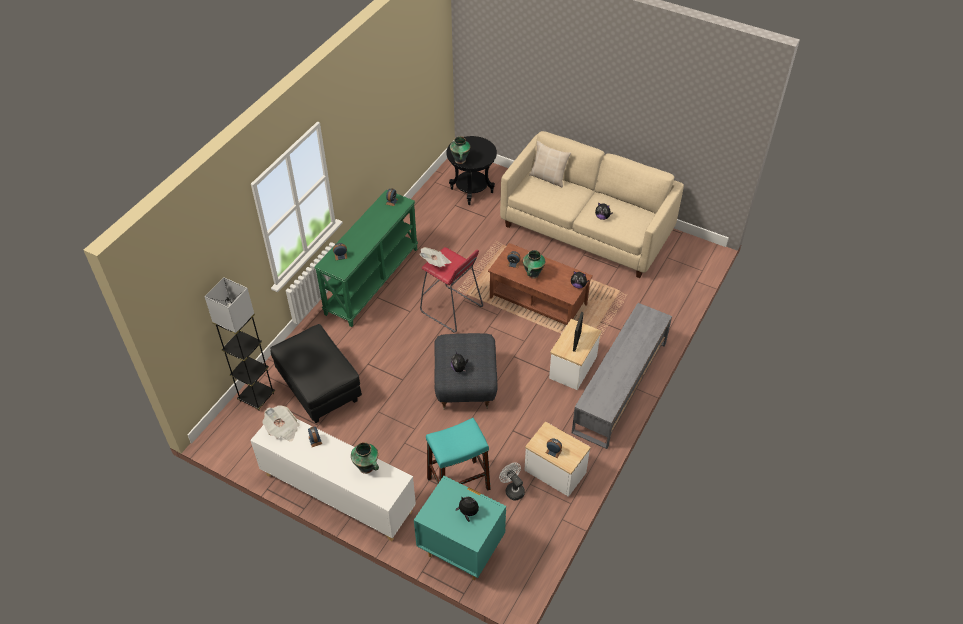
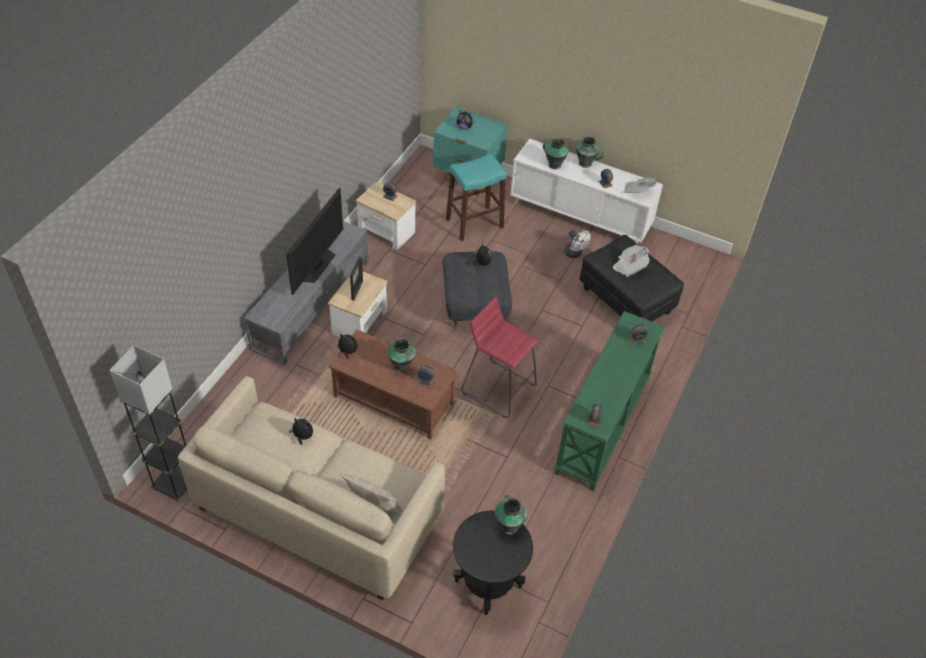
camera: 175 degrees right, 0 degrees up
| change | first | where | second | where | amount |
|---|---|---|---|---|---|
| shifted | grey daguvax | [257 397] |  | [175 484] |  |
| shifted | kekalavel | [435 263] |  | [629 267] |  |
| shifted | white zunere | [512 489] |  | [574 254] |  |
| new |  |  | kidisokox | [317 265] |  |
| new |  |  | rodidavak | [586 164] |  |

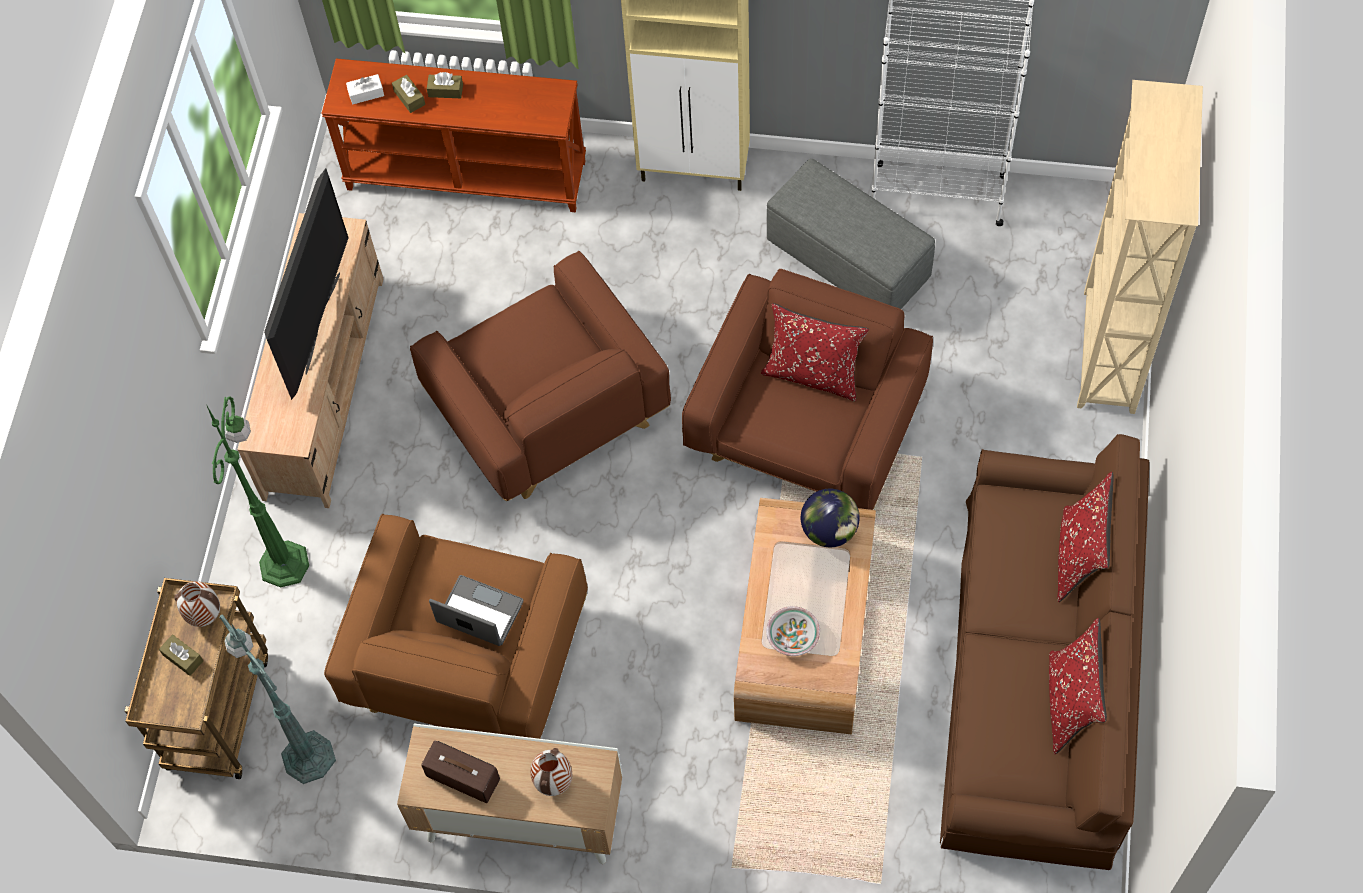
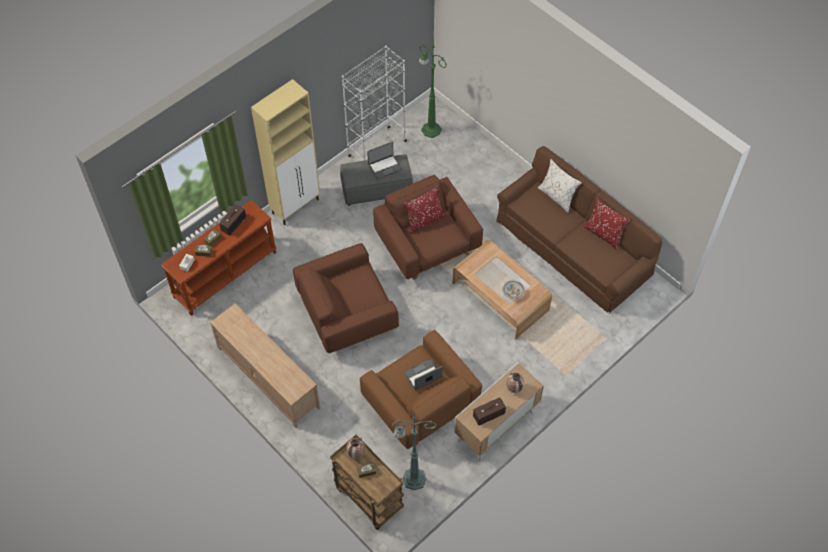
camera: 55 degrees left, 5 degrees down
| change | first | where | second | where | amount |
|---|---|---|---|---|---|
| shifted | green daguvax | [285 561] |  | [430 129] |  |
| gone | kidisokox | [321 322] |  |  |  |
| rotated | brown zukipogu | [548 408] |  | [347 313] | 150 degrees clockwise |
| gone | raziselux | [829 530] |  |  |  |
| repainted | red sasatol | [1079 556] | white sasatol | [557 196] |  |
| gone | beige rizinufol | [1107 352] |  |  |  |
| new |  |  | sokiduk | [233 223] |  |
| new |  |  | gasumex | [384 167] |  |

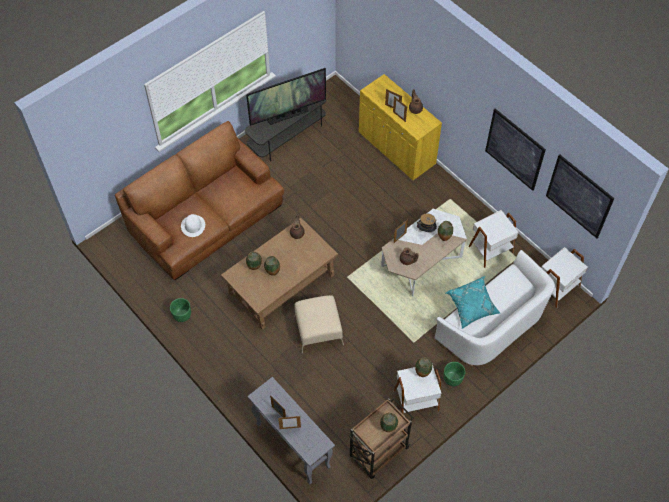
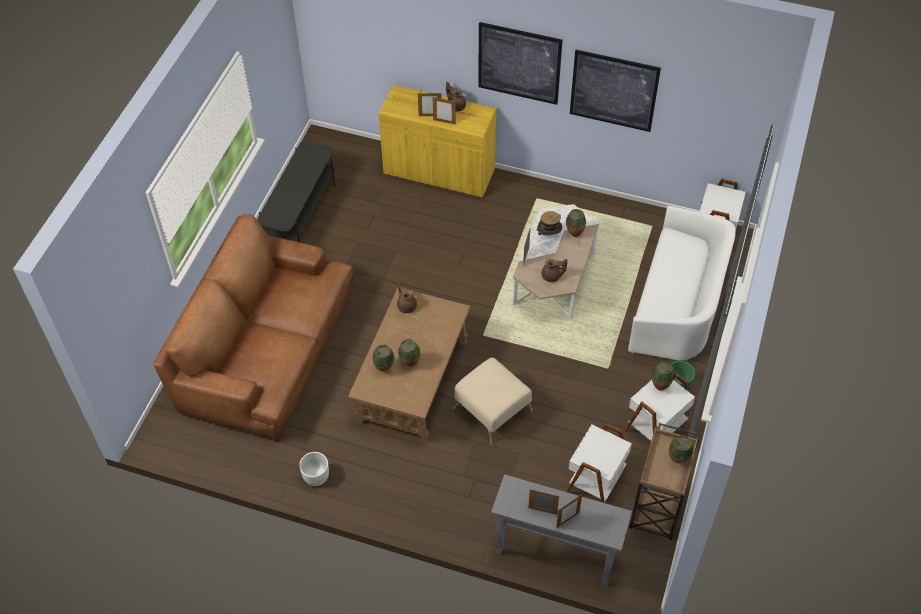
camera: 30 degrees left, 5 degrees down
| change | first | where | second | where | amount |
|---|---|---|---|---|---|
| repainted | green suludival | [182 315] | white suludival | [316 476] |  |
| gone | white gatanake | [193 226] |  |  |  |
| gone | kidisokox | [287 115] |  |  |  |
| gone | turquoise sasatol | [472 307] |  |  |  |
| shifted | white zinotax | [490 249] |  | [595 481] |  |
| shifted | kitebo | [579 196] |  | [519 63] |  |

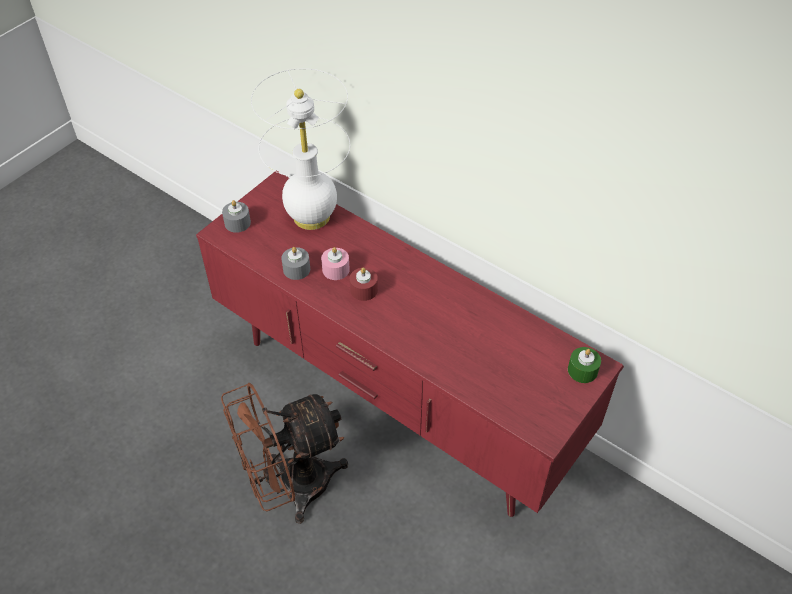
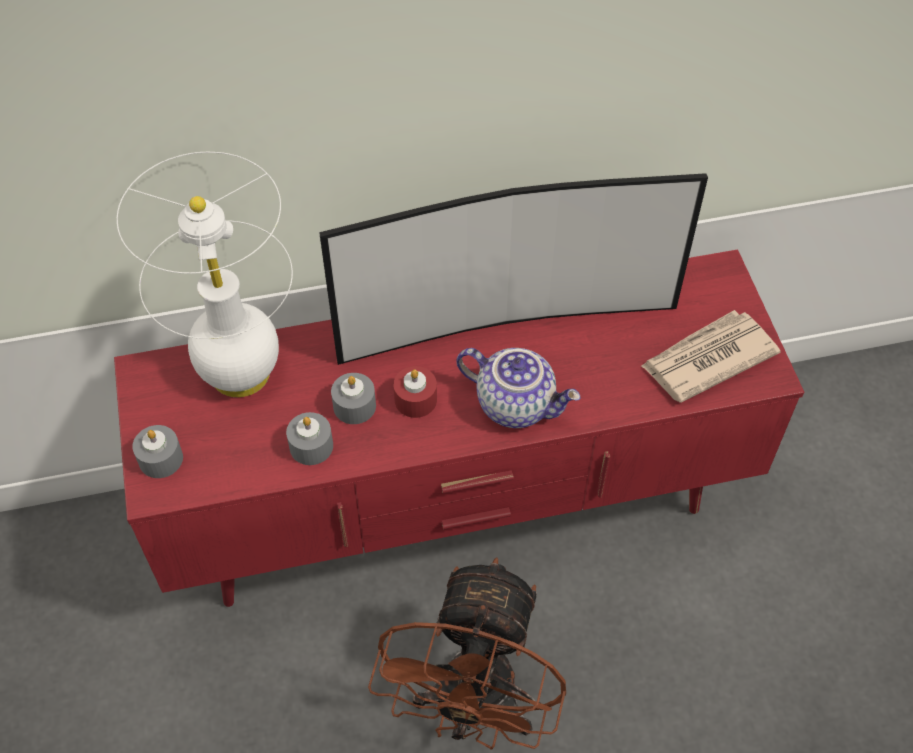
camera: 50 degrees left, 5 degrees up
| change | first | where | second | where | amount |
|---|---|---|---|---|---|
| repainted | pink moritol | [336 269] | grey moritol | [354 406] |  |
| gone | green moritol | [582 370] |  |  |  |
| new |  |  | kidisokox | [506 323] |  |
| new |  |  | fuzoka | [517 403] |  |
| new |  |  | kekalavel | [707 359] |  |

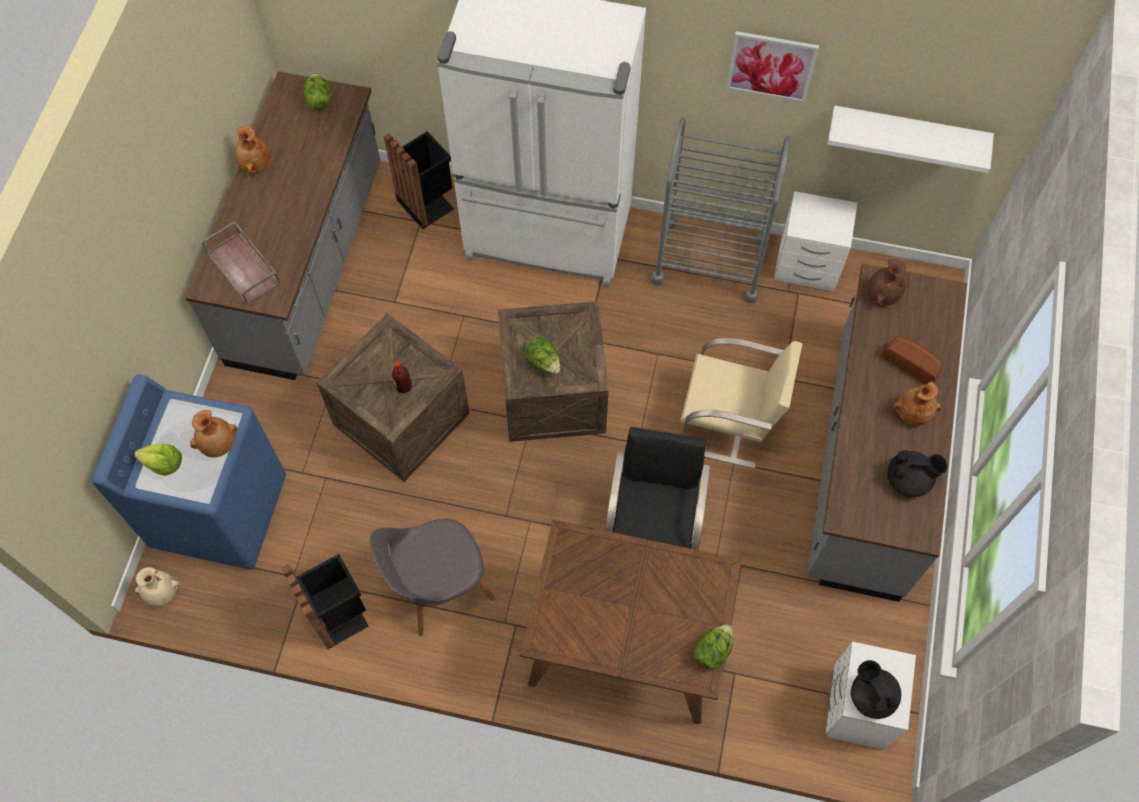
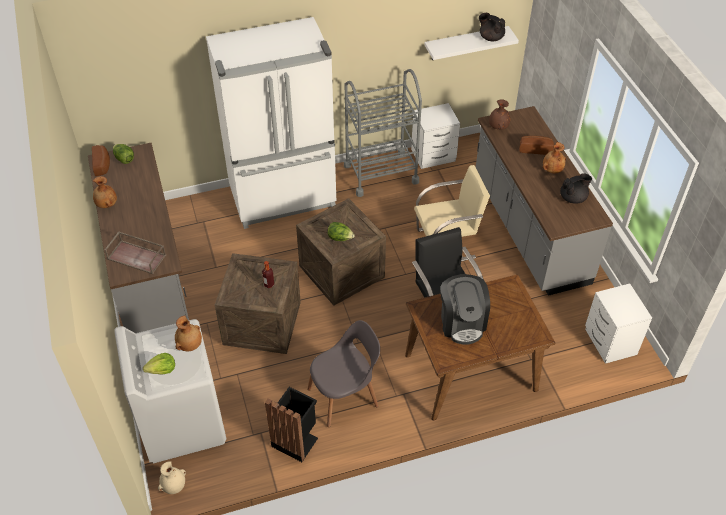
camera: 30 degrees left, 15 degrees down
| change | first | where | second | where | amount |
|---|---|---|---|---|---|
| repainted | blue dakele | [221 510] | white dakele | [182 422] |  |
| rotated | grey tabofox | [438 586] |  | [345 396] | 150 degrees counterclockwise |
| gone | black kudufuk | [427 202] |  |  |  |
| gone | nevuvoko | [712 651] |  |  |  |
| gone | kitebo | [771 66] |  |  |  |
| shifted | black fuzoka | [871 696] |  | [490 37] |  |
| new |  |  | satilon | [103 165] |  |
| new |  |  | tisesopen | [462 322] |  |

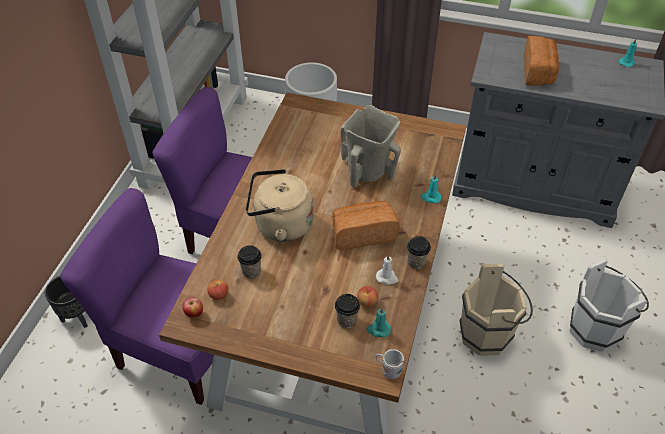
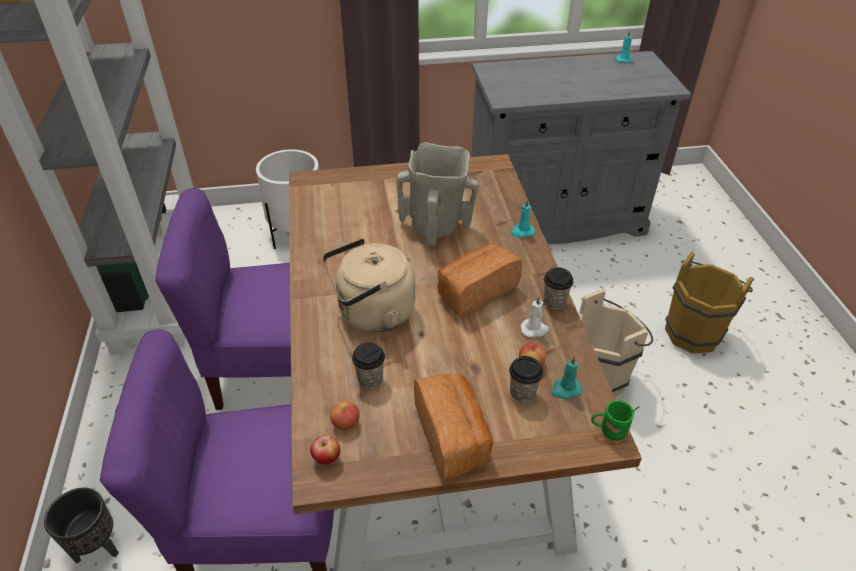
camera: 25 degrees left, 5 degrees down
| change | first | where | second | where | amount |
|---|---|---|---|---|---|
| repainted | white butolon | [388 370] | green butolon | [609 431] |  |
| shifted | satilon | [538 72] |  | [453 437] |  |
| repainted | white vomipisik | [597 328] | brown vomipisik | [694 331] |  |

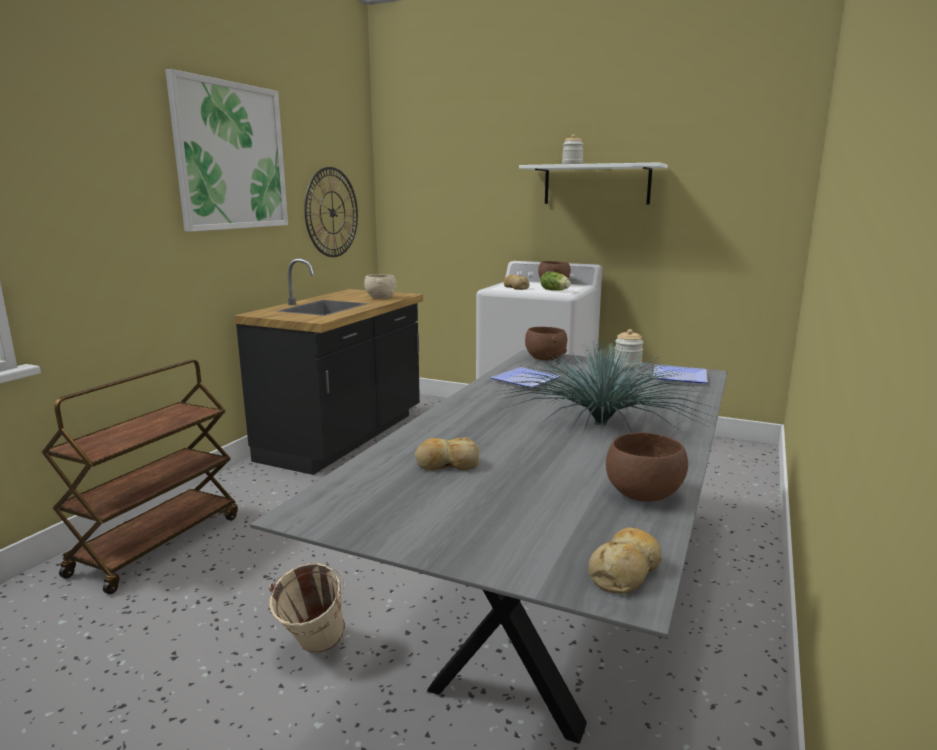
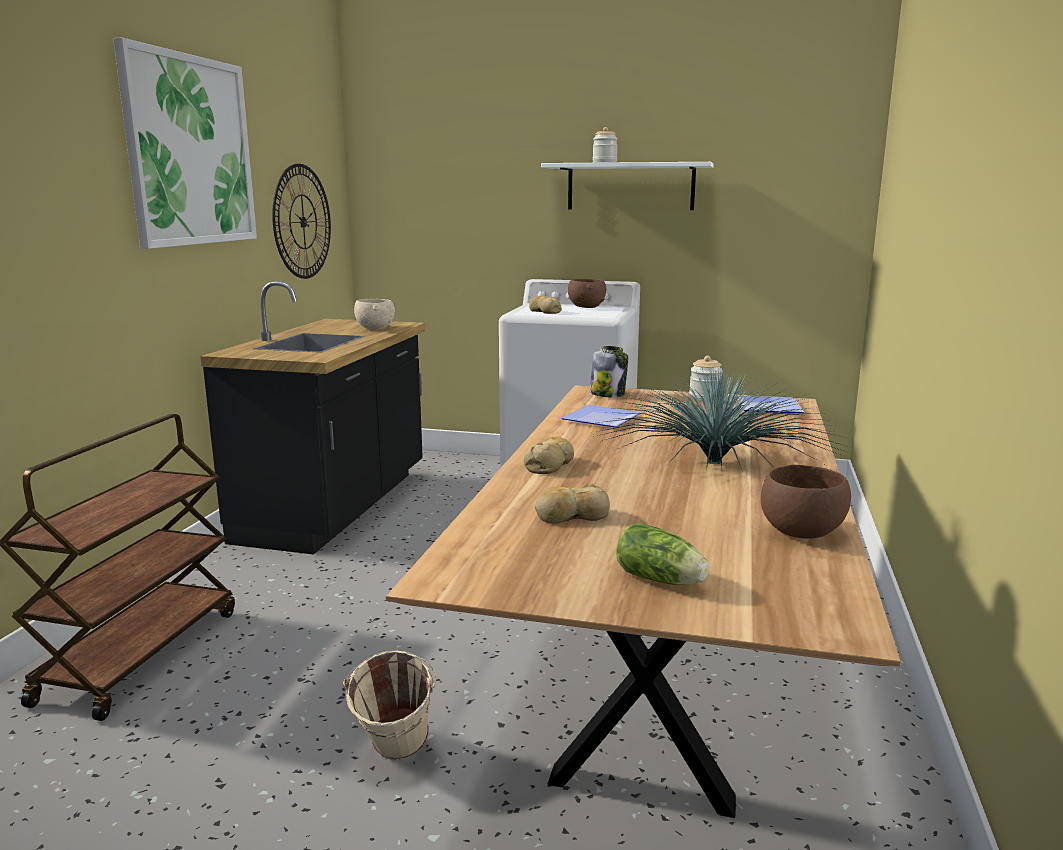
camera: 10 degrees left, 0 degrees up
| change | first | where | second | where | amount |
|---|---|---|---|---|---|
| repainted | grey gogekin | [552 611] | brown gogekin | [659 684] |  |
| swapped | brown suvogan | [545 359] | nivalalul | [608 394] |  |
| shifted | nevuvoko | [556 290] |  | [662 580] |  |
| shifted | satilon | [625 571] |  | [550 465] |  |

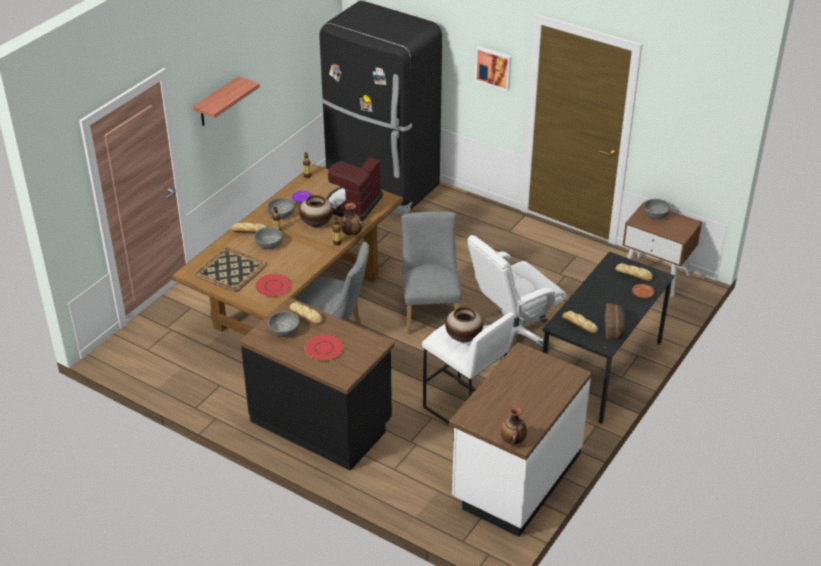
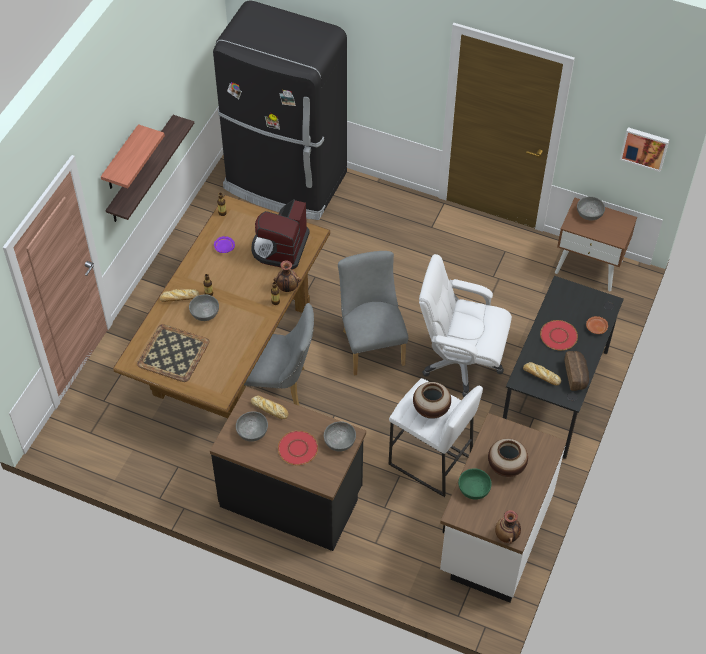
camera: 10 degrees left, 15 degrees up
| change | first | where | second | where | amount |
|---|---|---|---|---|---|
| shifted | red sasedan | [273 286] |  | [558 336] |  |
| shifted | grey suvogan | [281 214] |  | [339 441] |  |
| shifted | rodidavak | [316 223] |  | [506 467] |  |
| rotated | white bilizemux | [513 336] |  | [460 363] | 60 degrees clockwise |
| shifted | kitebo | [494 67] |  | [644 148] |  |
| gone | satilon | [634 275] |  |  |  |
| new |  |  | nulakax | [141 170] |  |
| new |  |  | green suvogan | [473 489] |  |

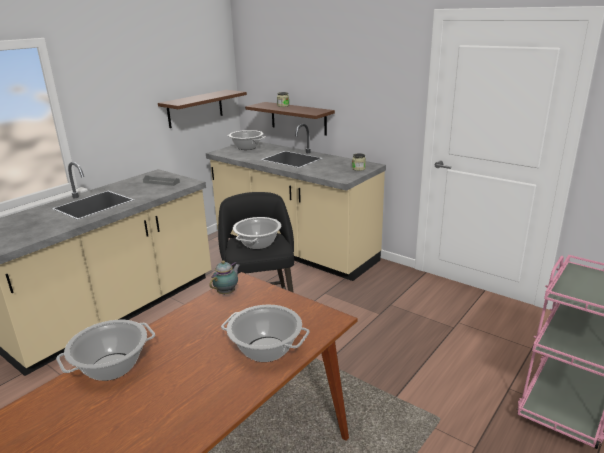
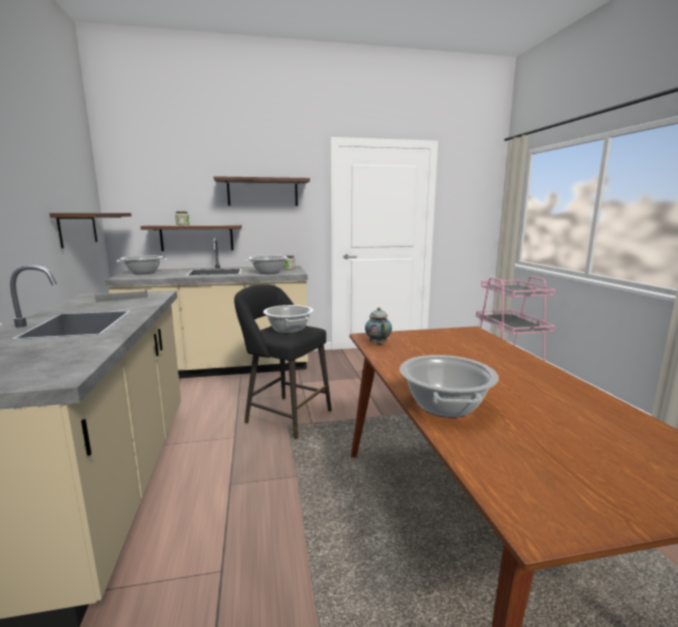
camera: 50 degrees left, 10 degrees down
| change | first | where | second | where | amount |
|---|---|---|---|---|---|
| shifted | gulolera | [265 349] |  | [268 272] |  |
| new |  |  | brown nulakax | [262 192] |  |

